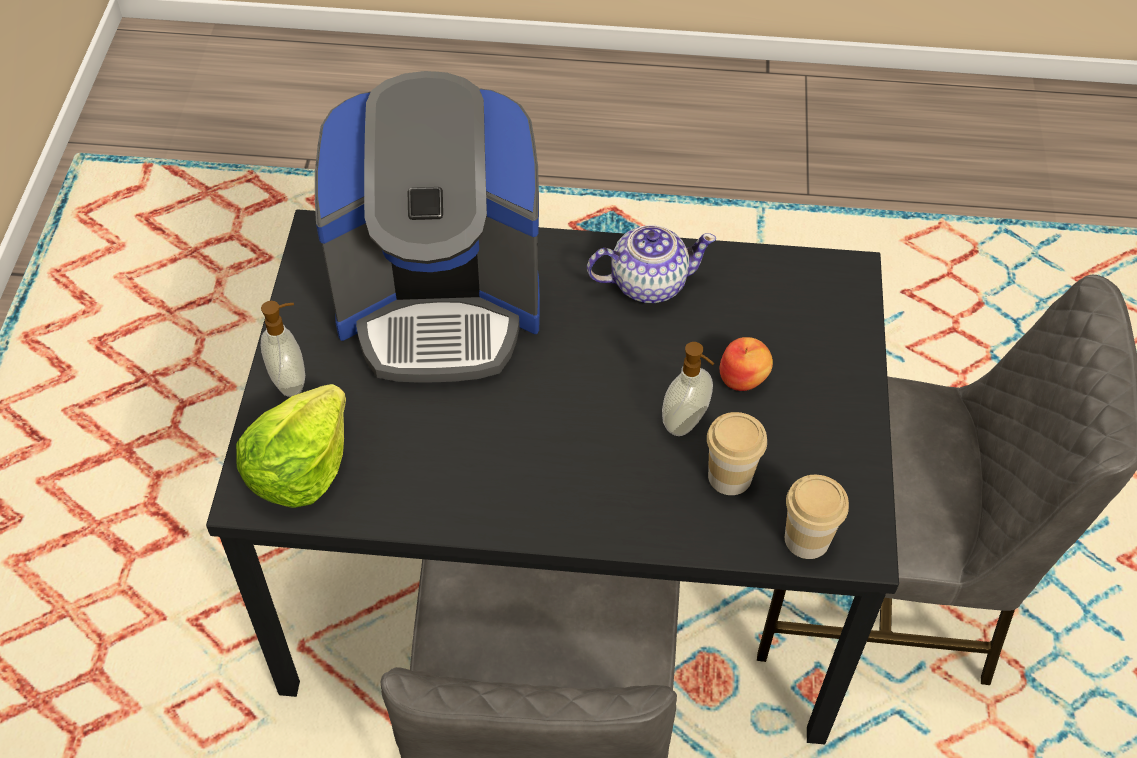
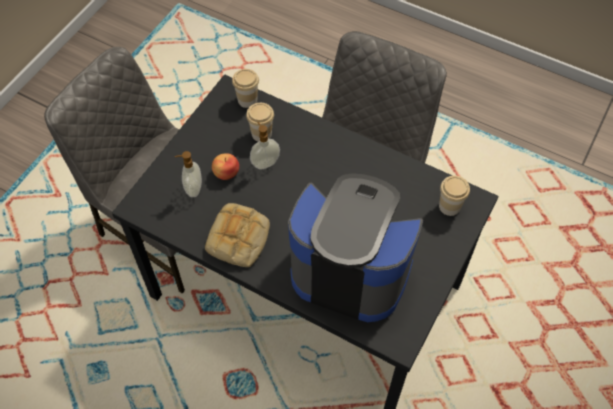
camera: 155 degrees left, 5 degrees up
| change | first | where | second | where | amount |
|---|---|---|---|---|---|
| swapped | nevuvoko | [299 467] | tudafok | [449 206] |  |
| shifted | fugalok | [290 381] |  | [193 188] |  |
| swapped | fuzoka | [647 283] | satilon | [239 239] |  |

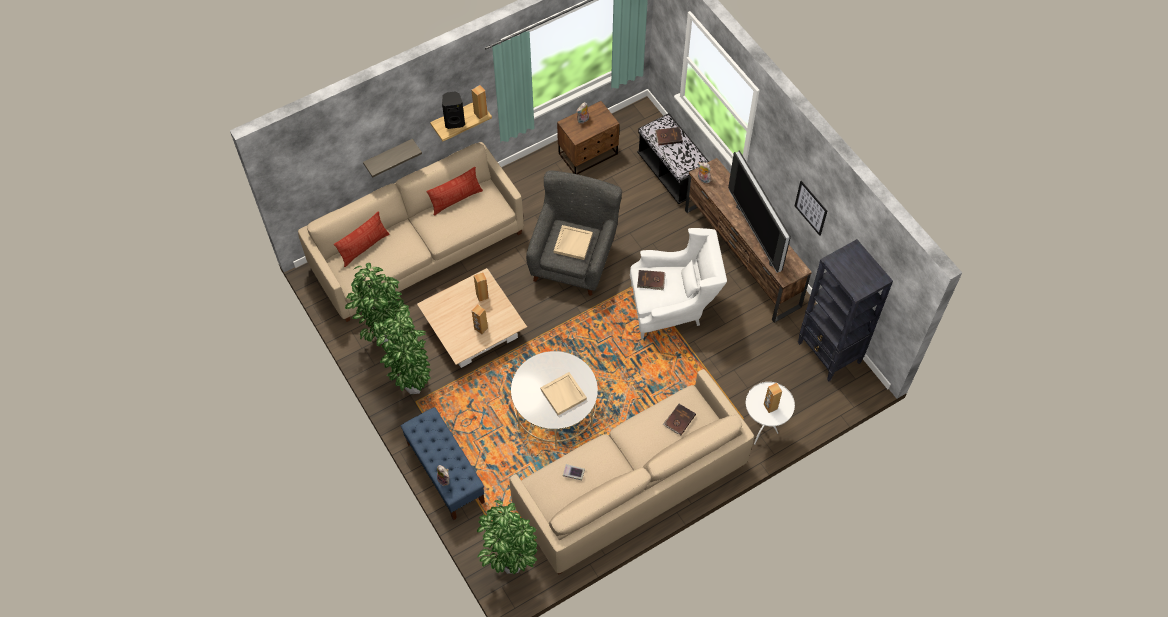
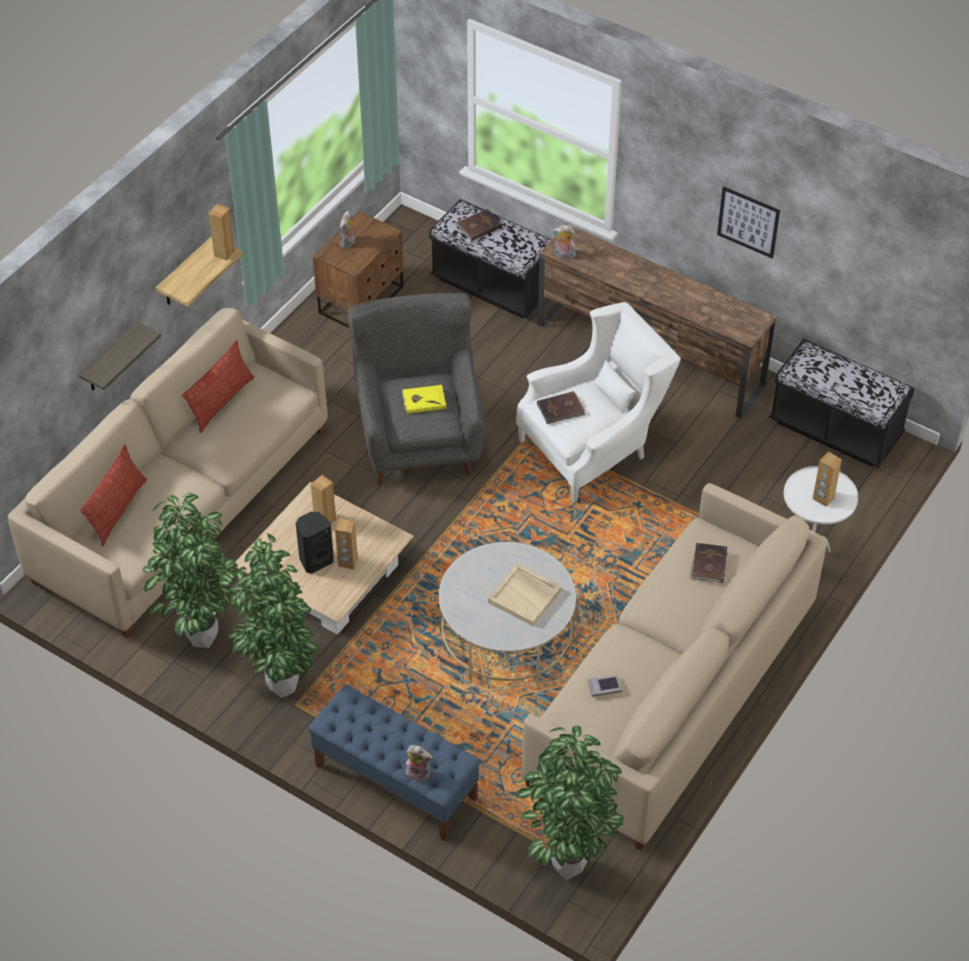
camera: 25 degrees left, 10 degrees down
| change | first | where | second | where | amount |
|---|---|---|---|---|---|
| shifted | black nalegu | [454 122] |  | [315 560] |  |
| swapped | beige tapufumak | [573 243] | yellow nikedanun | [423 400] |  |
| gone | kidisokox | [759 233] |  |  |  |
| swapped | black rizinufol | [829 353] | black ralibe | [835 429] |  |

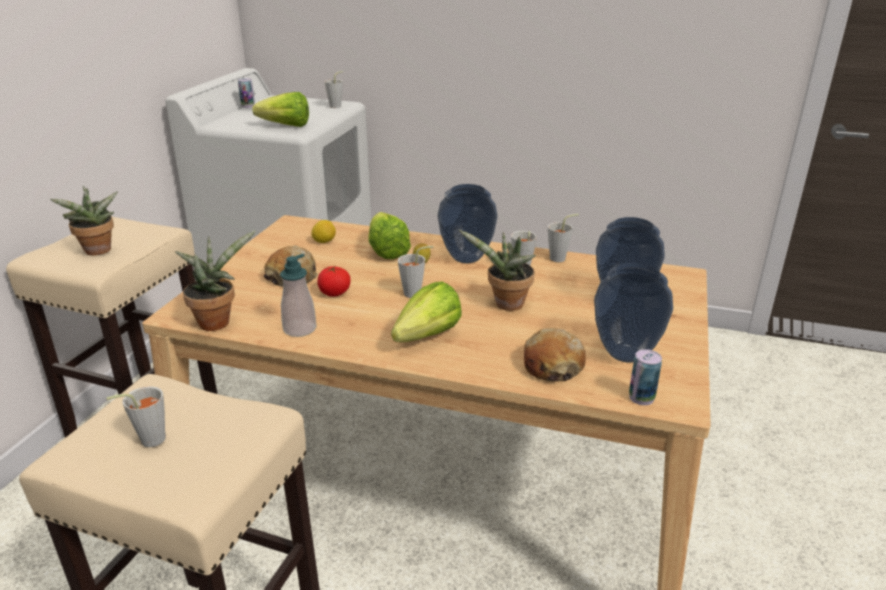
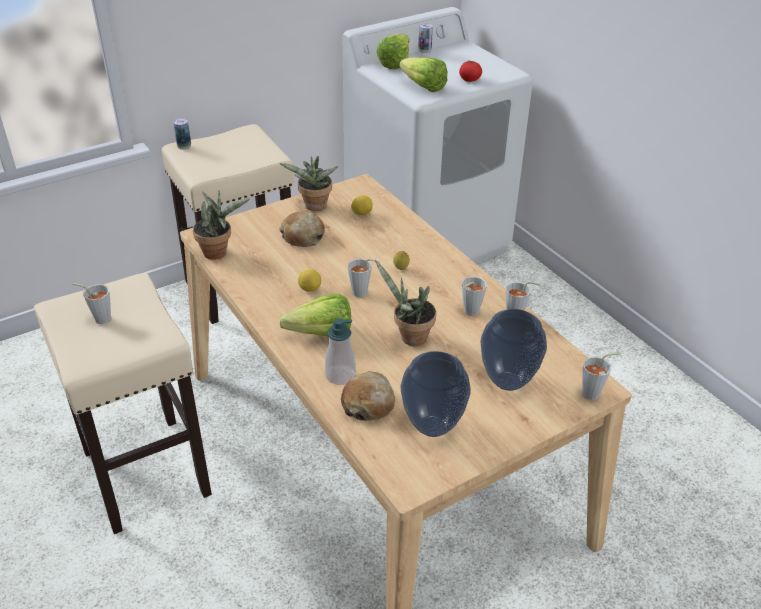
camera: 40 degrees right, 10 degrees up
| change | first | where | second | where | amount |
|---|---|---|---|---|---|
| shifted | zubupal | [98 252] |  | [314 207] |  |
| shifted | fugalok | [299 329] |  | [340 375] |  |
| shifted | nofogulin | [335 293] |  | [469 80] |  |
| shifted | grey tudafok | [337 106] |  | [594 393] |  |
| shifted | nevuvoko | [387 249] |  | [397 62] |  |
| gone | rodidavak | [466 259] |  |  |  |
| shifted | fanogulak | [641 397] |  | [184 146] |  |
| new |  |  | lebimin | [310 289] |  |

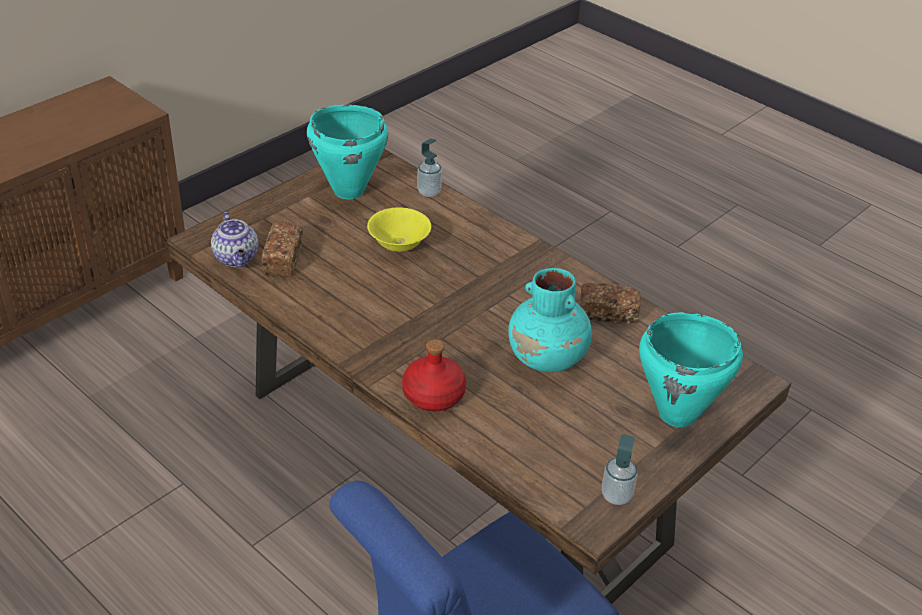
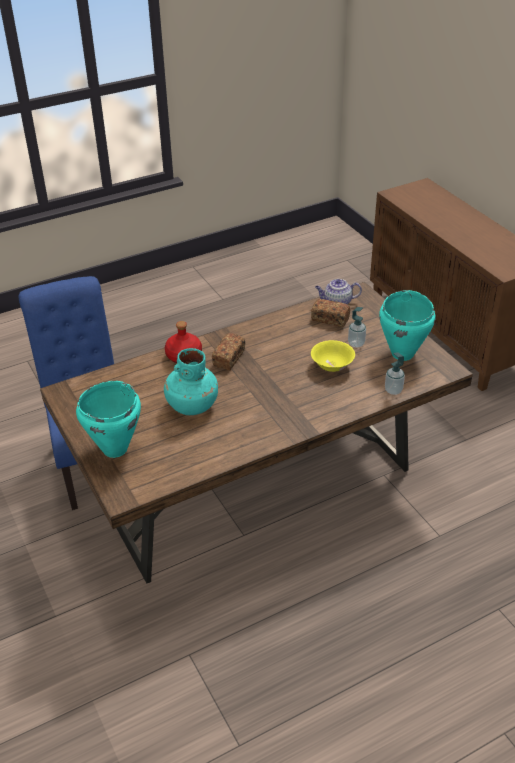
camera: 110 degrees right, 0 degrees up
| change | first | where | second | where | amount |
|---|---|---|---|---|---|
| shifted | satilon | [608 313] |  | [229 358] |  |
| shifted | fugalok | [616 495] |  | [356 343] |  |

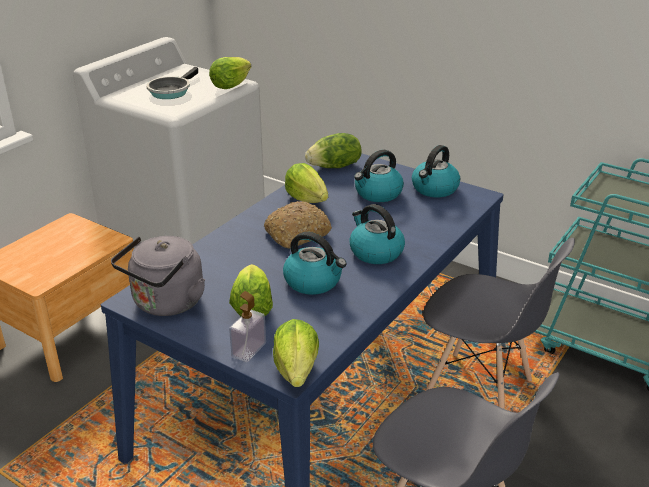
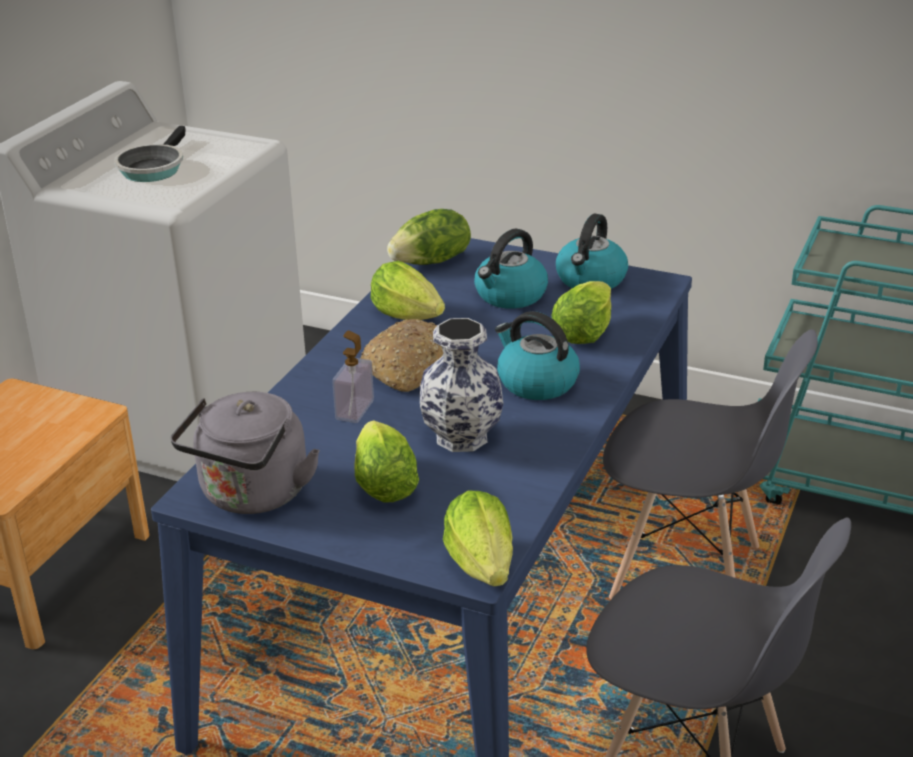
camera: 10 degrees left, 0 degrees up
| change | first | where | second | where | amount |
|---|---|---|---|---|---|
| shifted | nevuvoko | [230 85] |  | [583 333] |  |
| shifted | fugalok | [249 350] |  | [355 410] |  |
| swapped | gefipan | [313 281] | rodidavak | [461 436] |  |

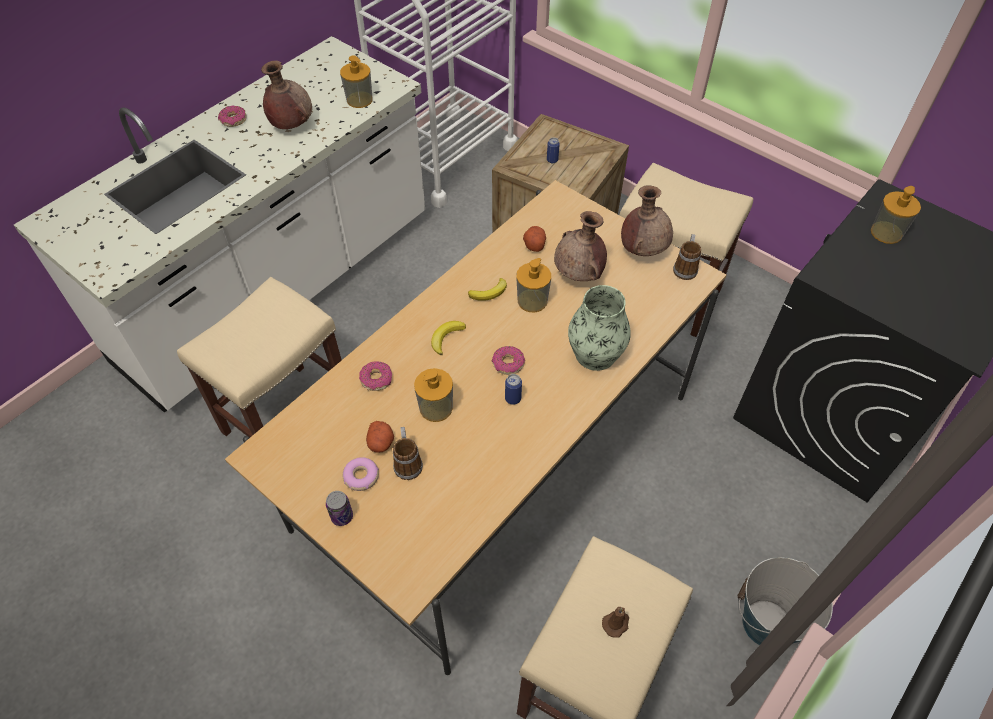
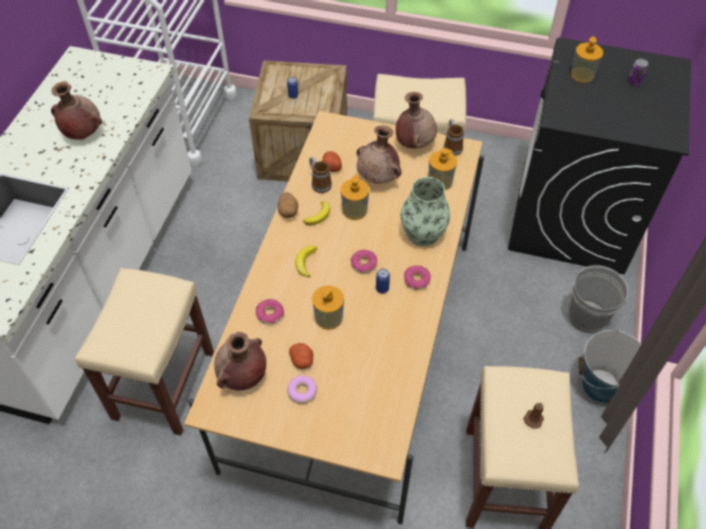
camera: 25 degrees left, 0 degrees up
| change | first | where | second | where | amount |
|---|---|---|---|---|---|
| shifted | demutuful | [233 120] |  | [416 280] |  |
| shifted | fanogulak | [342 516] |  | [634 82] |  |
| shifted | fugalok | [359 100] |  | [440 181] |  |
| shifted | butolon | [407 462] |  | [319 183] |  |
| new |  |  | brown rodidavak | [242 376] |  |
| new |  |  | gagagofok | [288 211] |  |
| new |  |  | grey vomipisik | [587 317] |  |

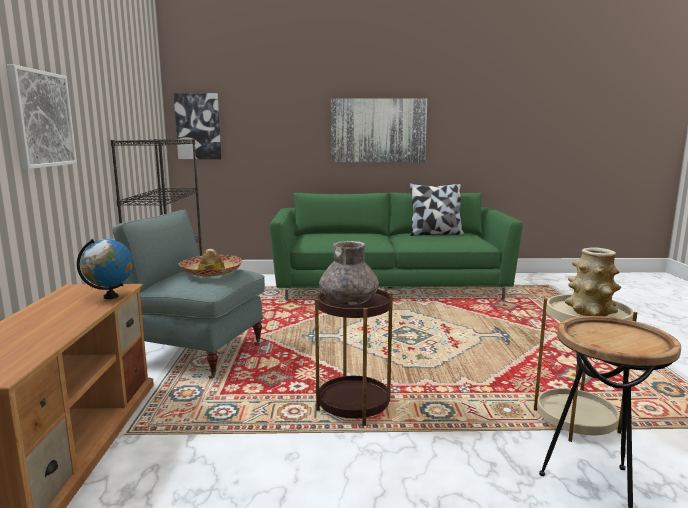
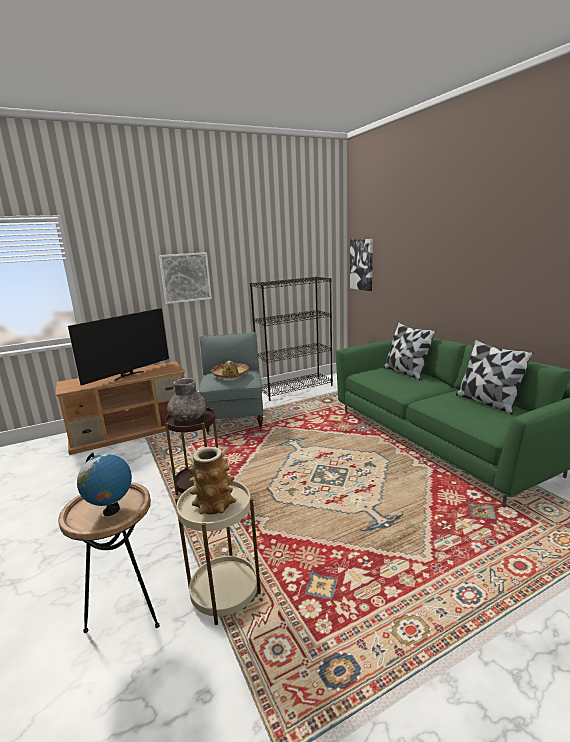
camera: 65 degrees right, 5 degrees up
| change | first | where | second | where | amount |
|---|---|---|---|---|---|
| shifted | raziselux | [111 296] |  | [111 511] |  |
| gone | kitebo | [378 130] |  |  |  |
| new |  |  | kidisokox | [128 375] |  |
| new |  |  | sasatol | [406 372] |  |

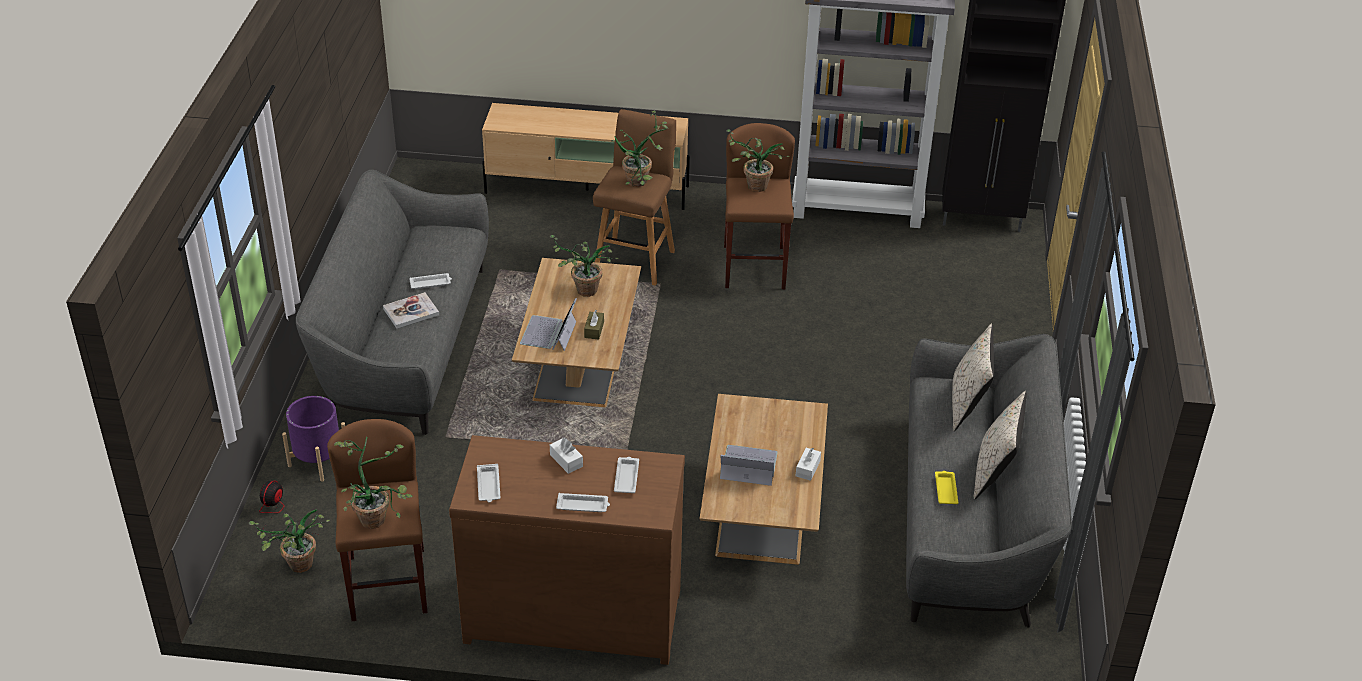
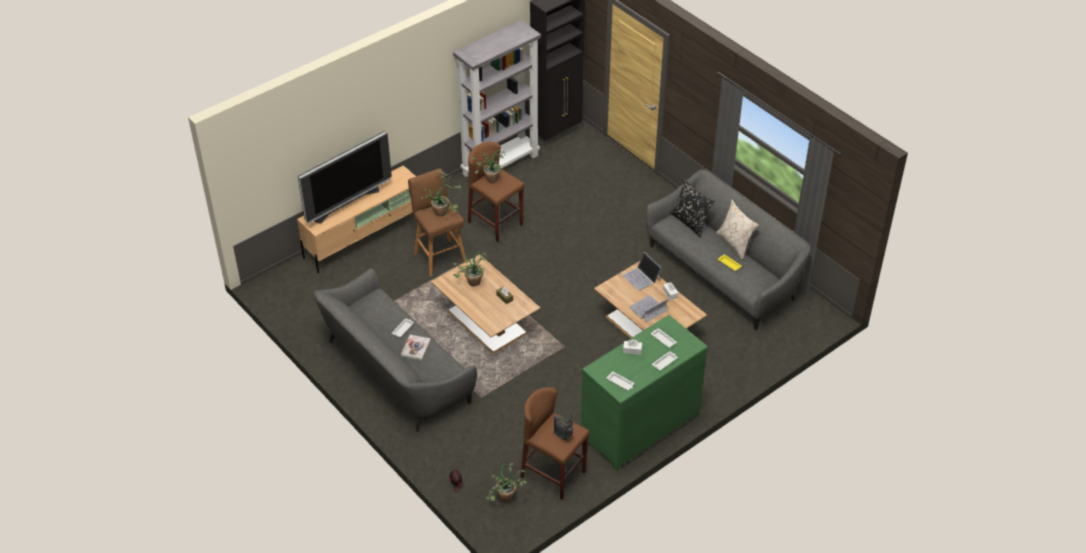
camera: 45 degrees left, 5 degrees up
| change | first | where | second | where | amount |
|---|---|---|---|---|---|
| gone | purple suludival | [318 460] |  |  |  |
| swapped | zubupal | [376 515] | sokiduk | [563 436] |  |
| repainted | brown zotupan | [573 612] | green zotupan | [638 425] |  |
| shifted | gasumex | [549 333] |  | [641 277] |  |
| repainted | beige sasatol | [968 404] | black sasatol | [690 222] |  |
| new |  |  | kidisokox | [346 203] |  |

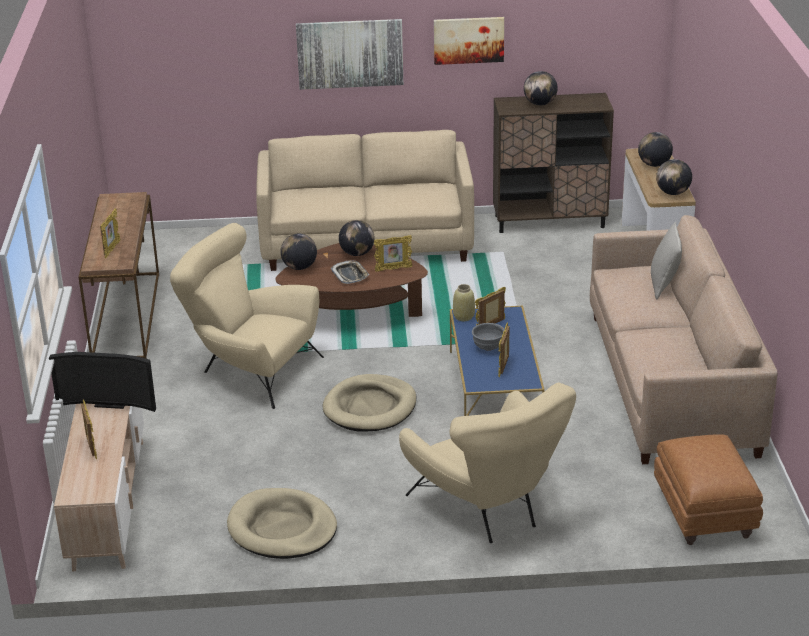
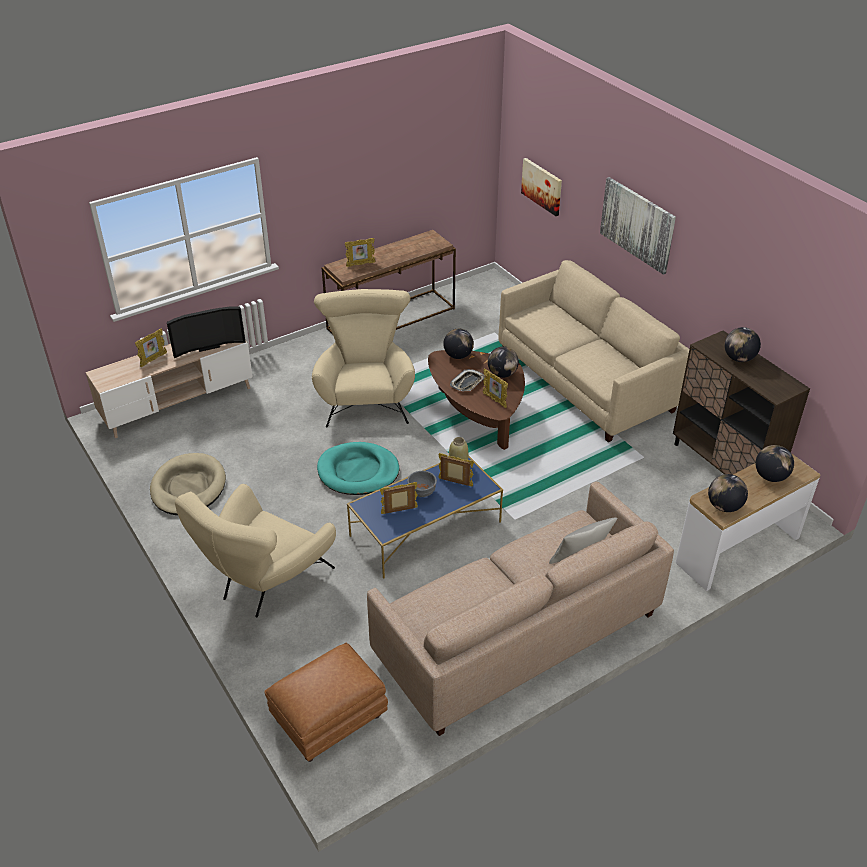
camera: 60 degrees right, 10 degrees up
| change | first | where | second | where | amount |
|---|---|---|---|---|---|
| rotated | kidisokox | [110 403] |  | [208 346] | 90 degrees counterclockwise |
| repainted | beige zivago | [370 407] | turquoise zivago | [358 472] |  |
| shifted | kitebo | [468 40] |  | [542 186] |  |

